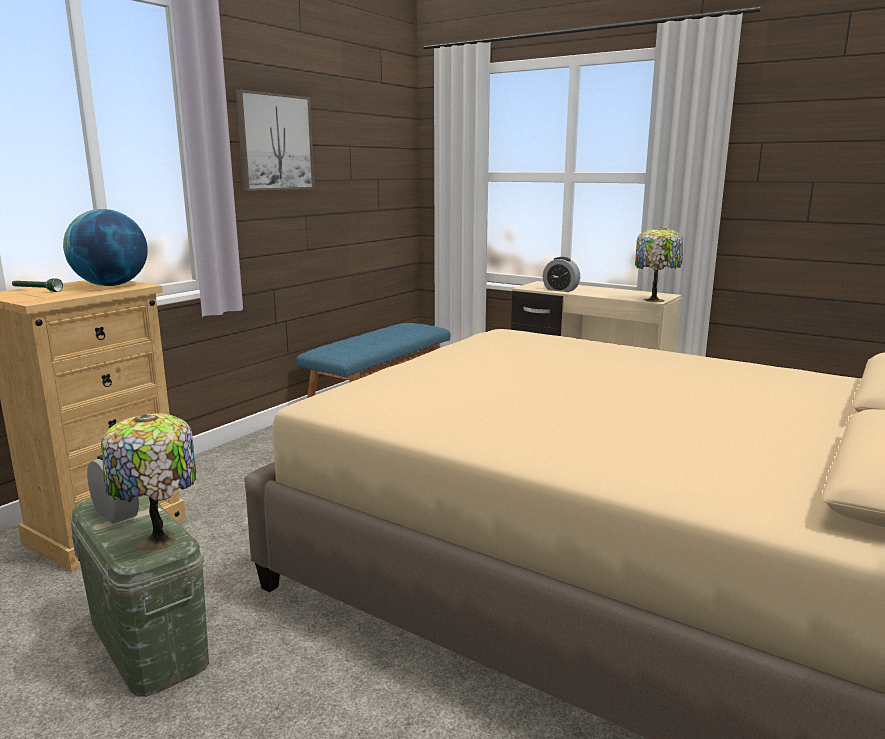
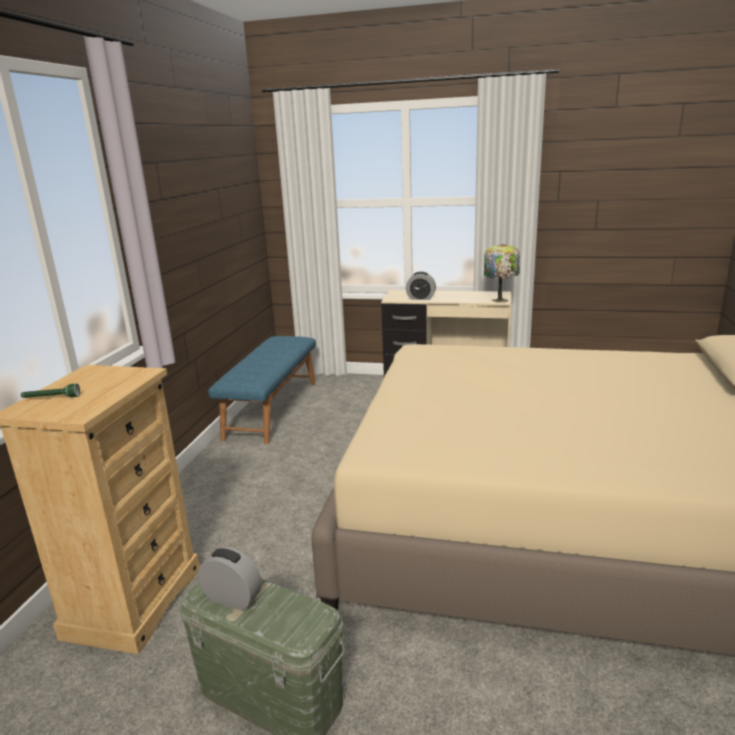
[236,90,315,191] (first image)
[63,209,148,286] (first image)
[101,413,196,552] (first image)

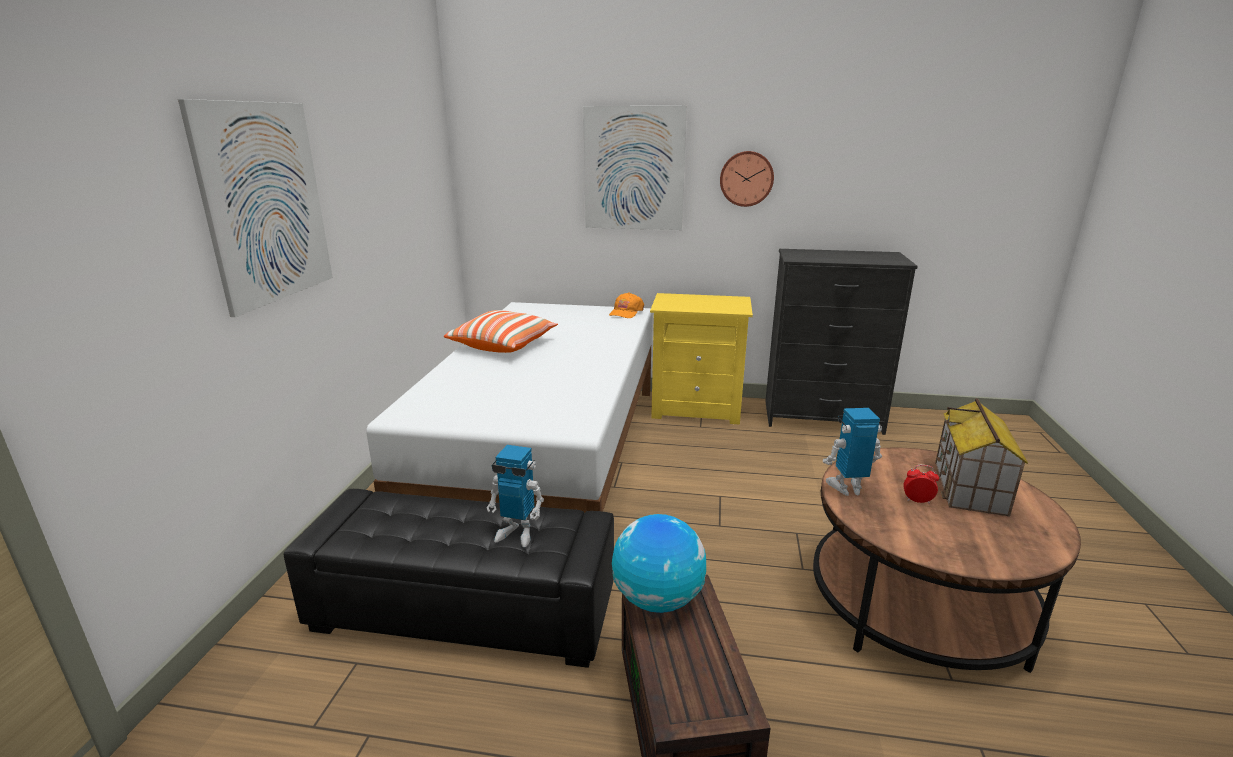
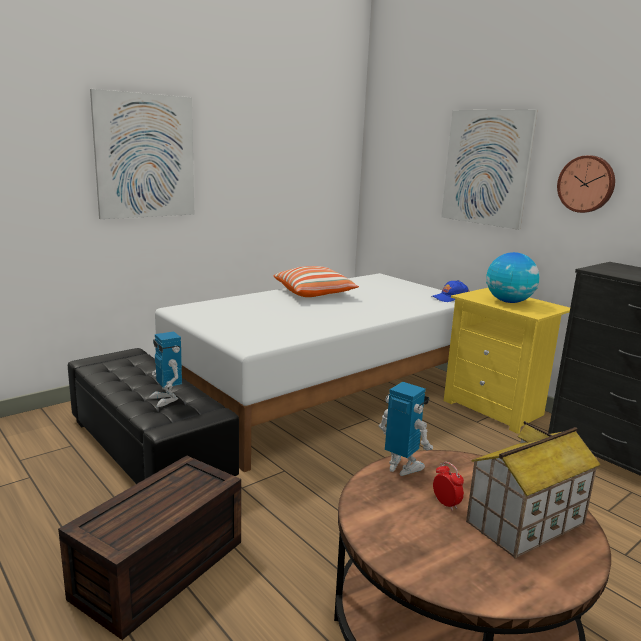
[431,280,469,302]
[486,252,540,303]

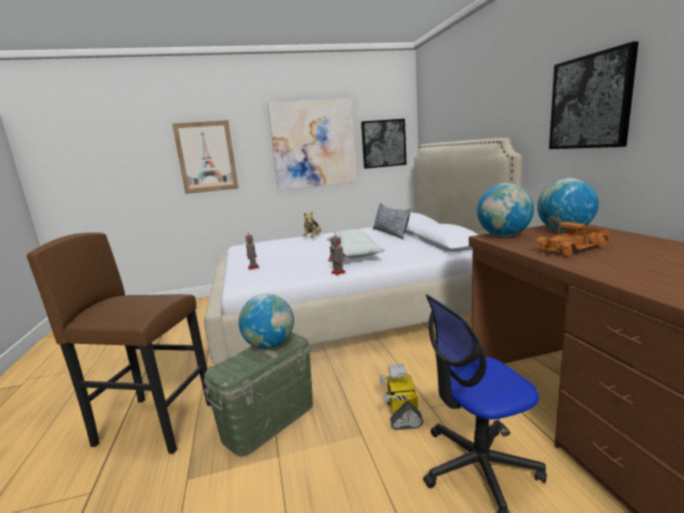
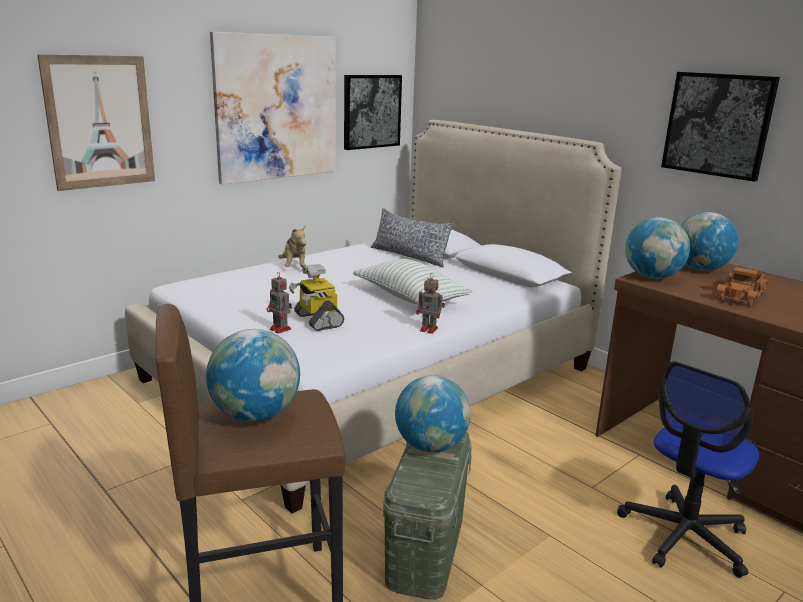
[289,264,344,331]
[206,329,300,422]

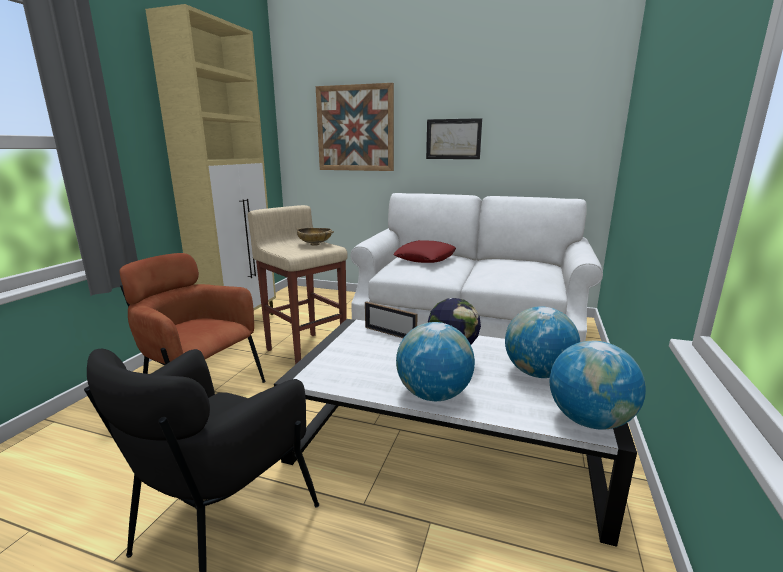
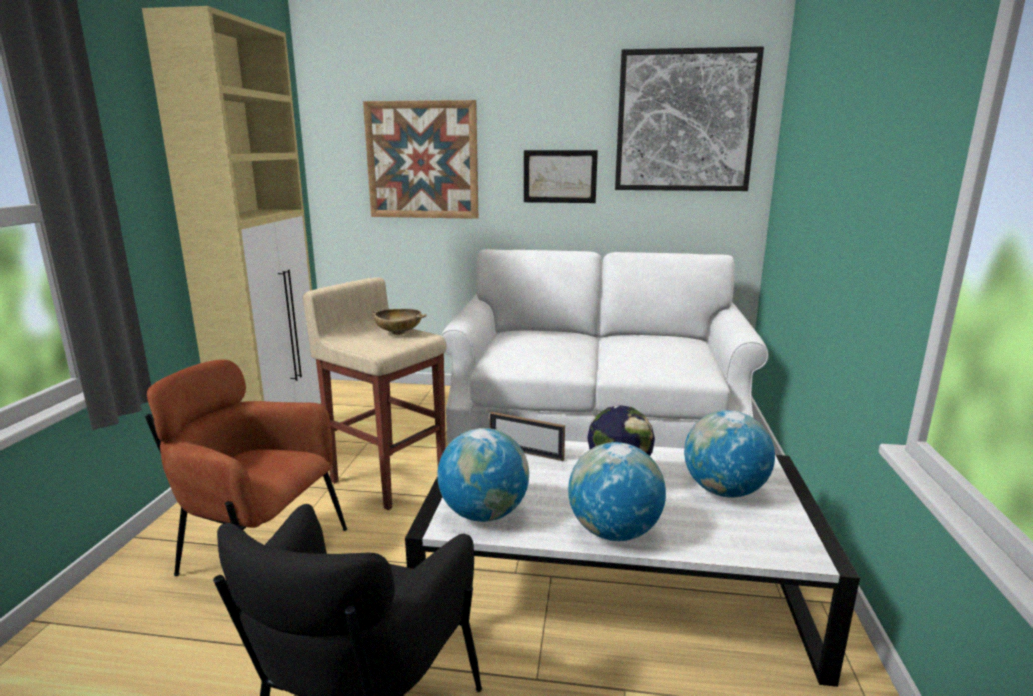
[393,240,456,263] (first image)
[437,428,529,522]
[615,46,764,191]

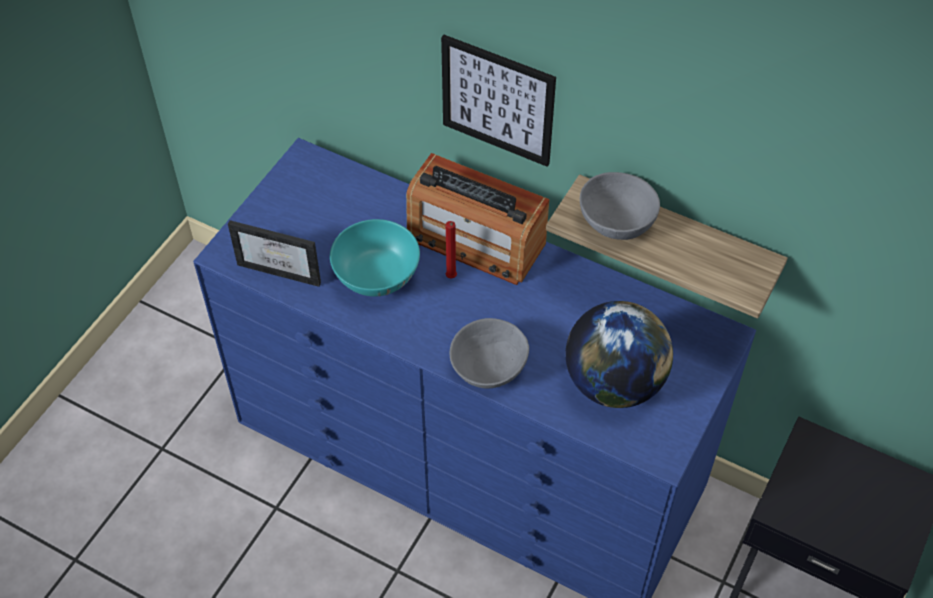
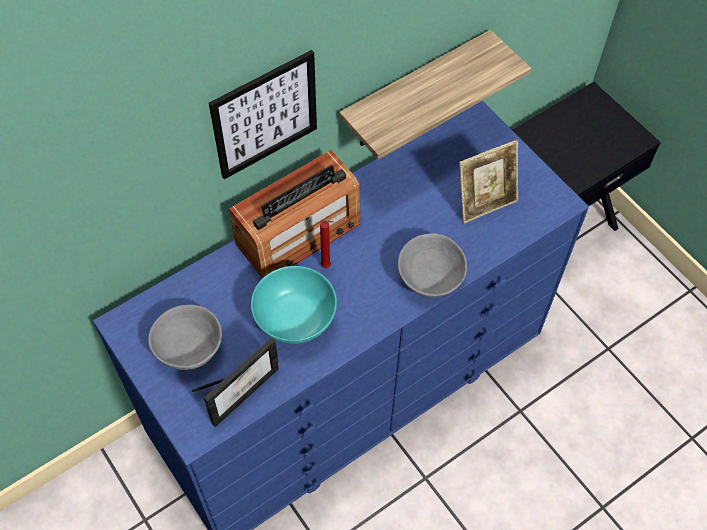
[148,305,222,370]
[459,140,518,224]

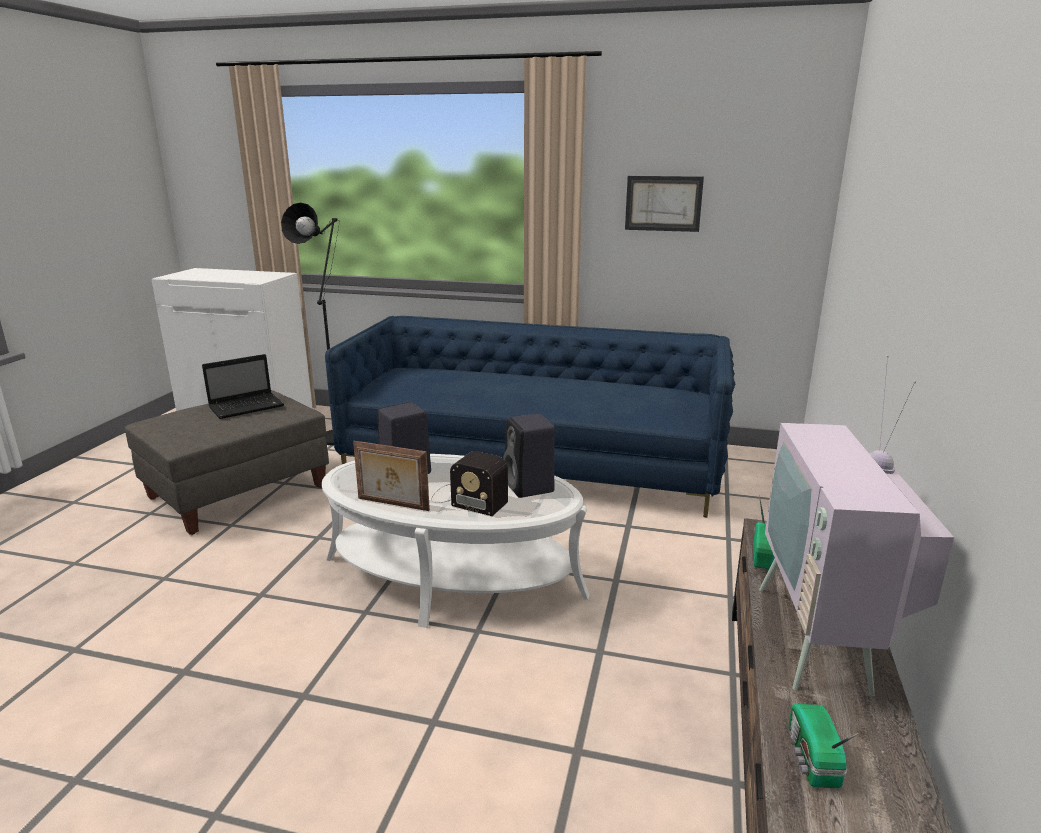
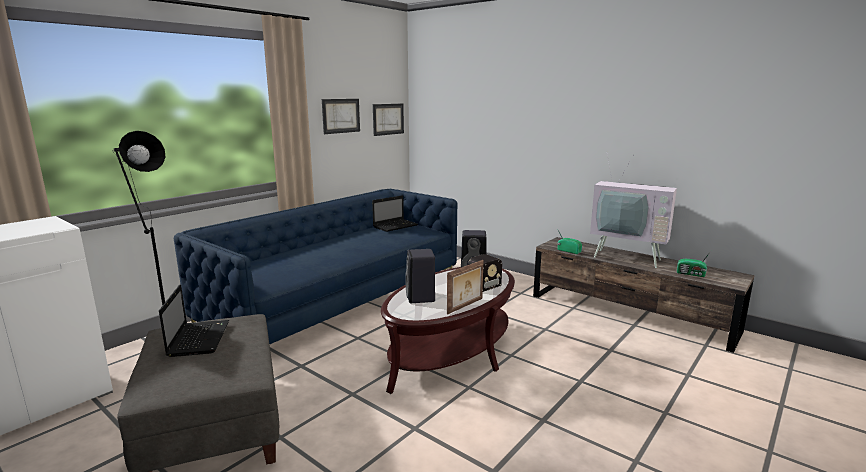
[381,267,515,394]
[373,103,404,136]
[372,195,418,232]

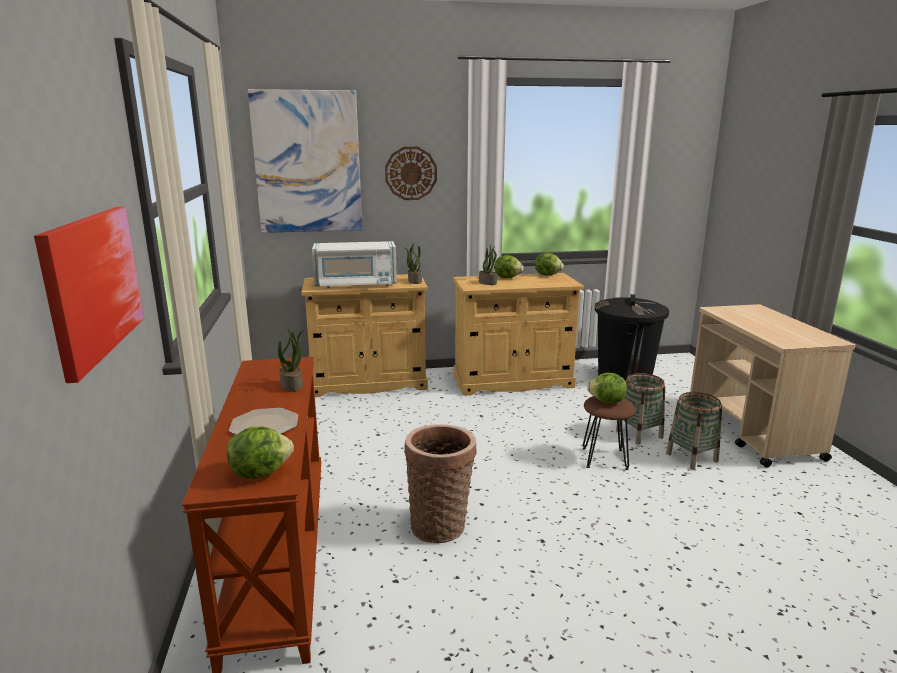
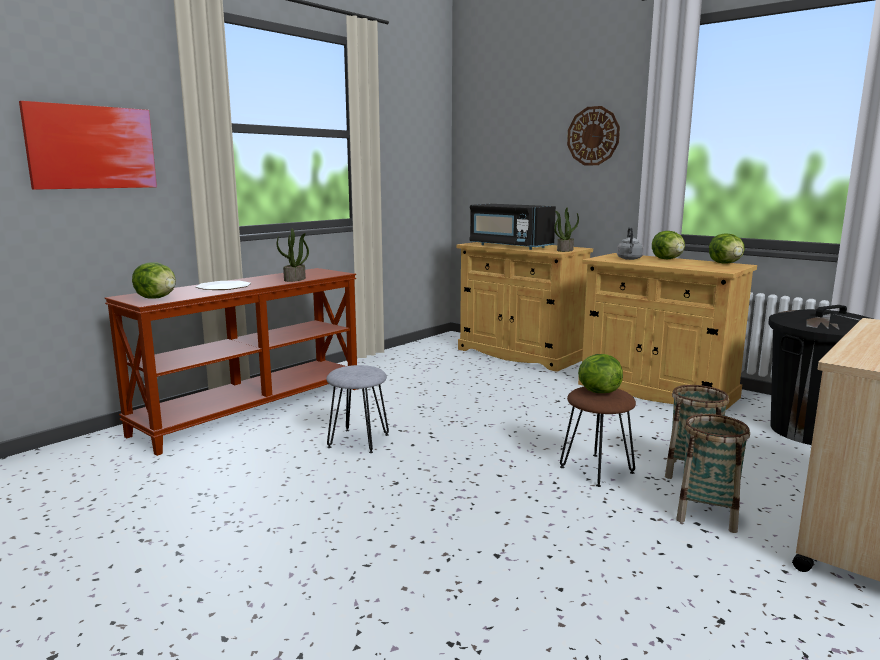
[248,89,362,233] (first image)
[469,204,556,250]
[617,227,644,260]
[326,365,389,453]

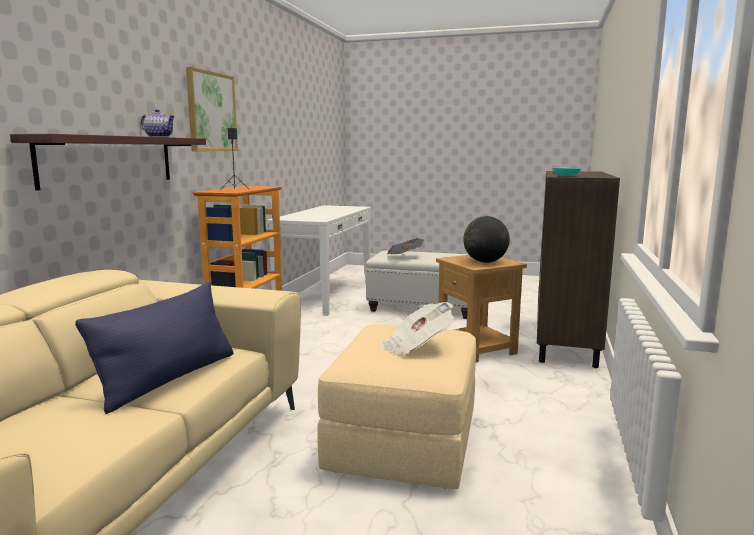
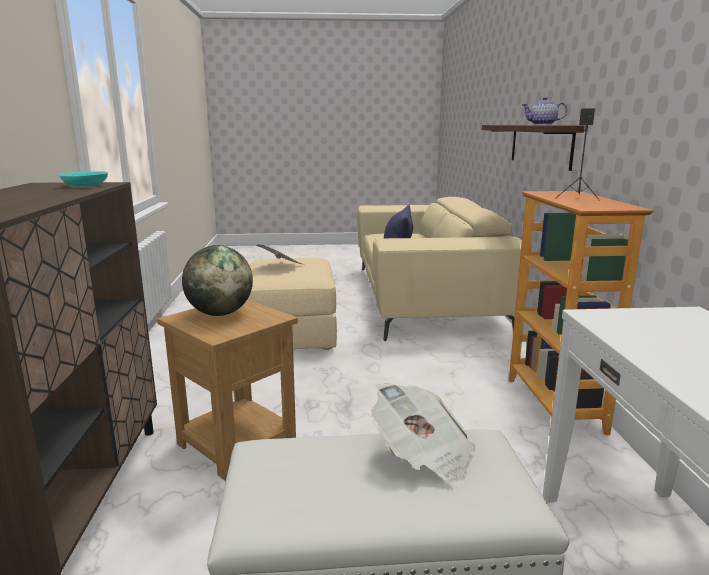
[186,67,238,151] (first image)

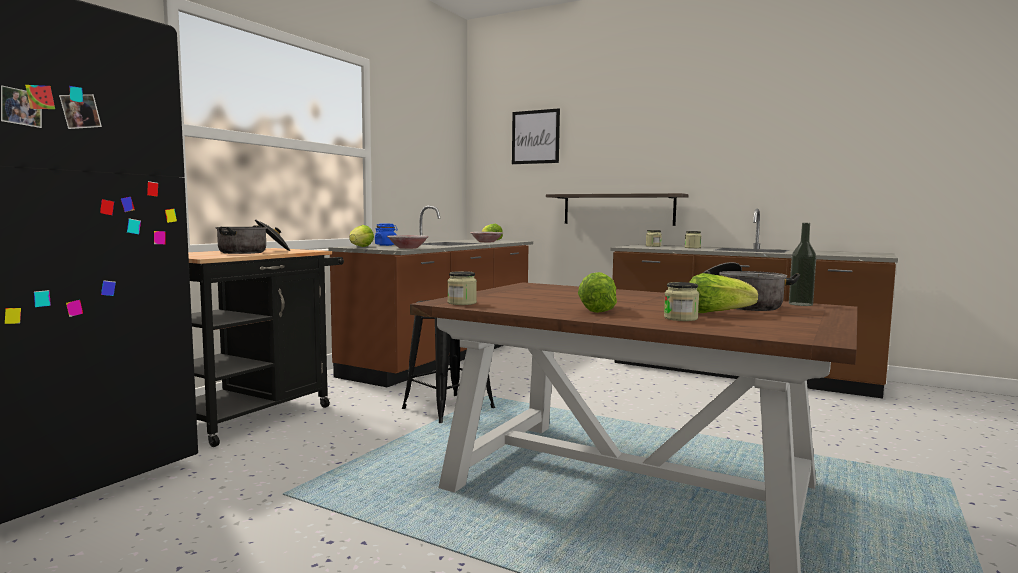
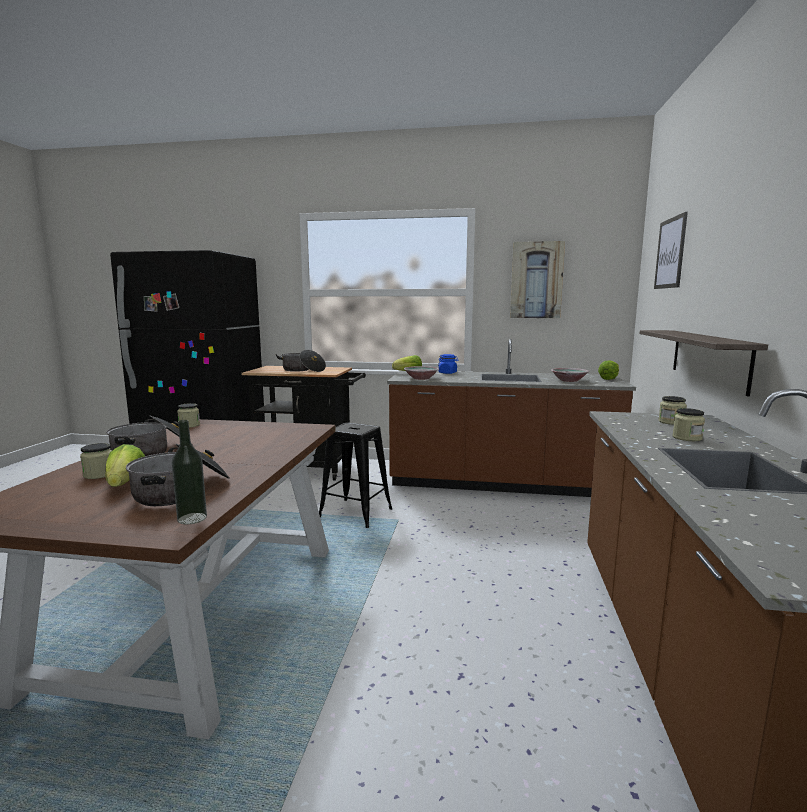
[106,416,193,456]
[510,241,565,318]

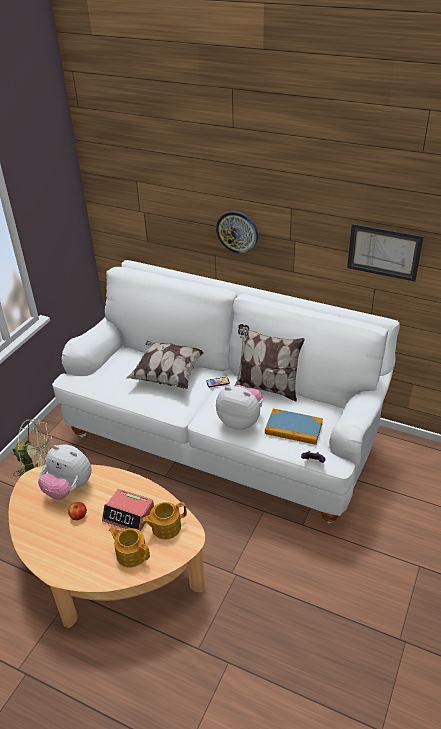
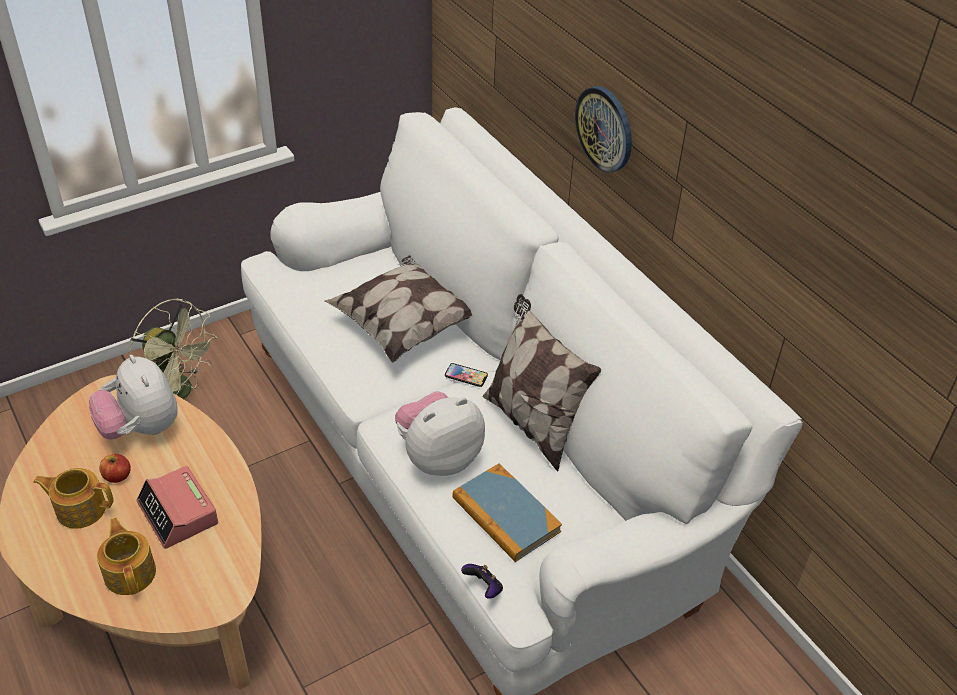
[347,223,424,282] (first image)
[395,391,485,476]
[33,468,113,529]

